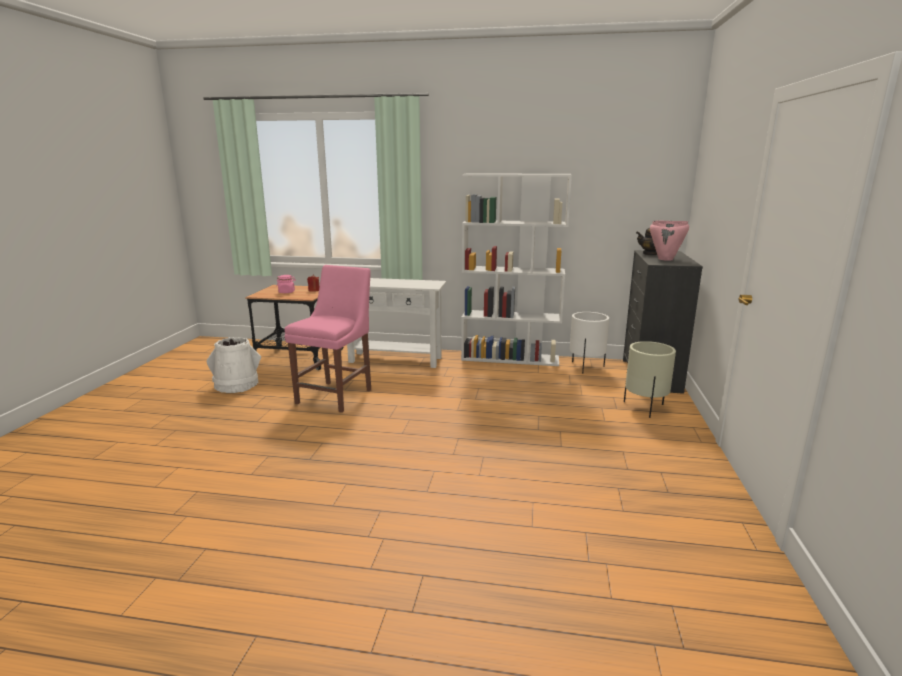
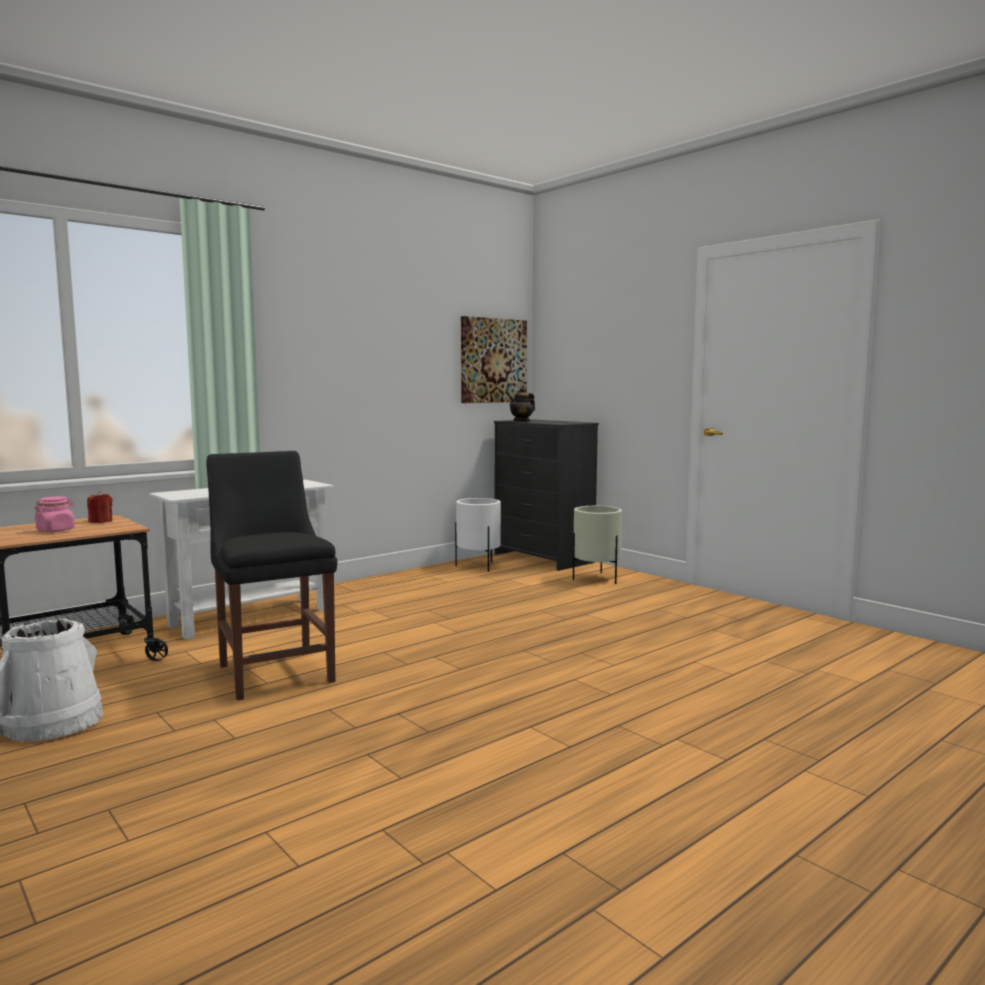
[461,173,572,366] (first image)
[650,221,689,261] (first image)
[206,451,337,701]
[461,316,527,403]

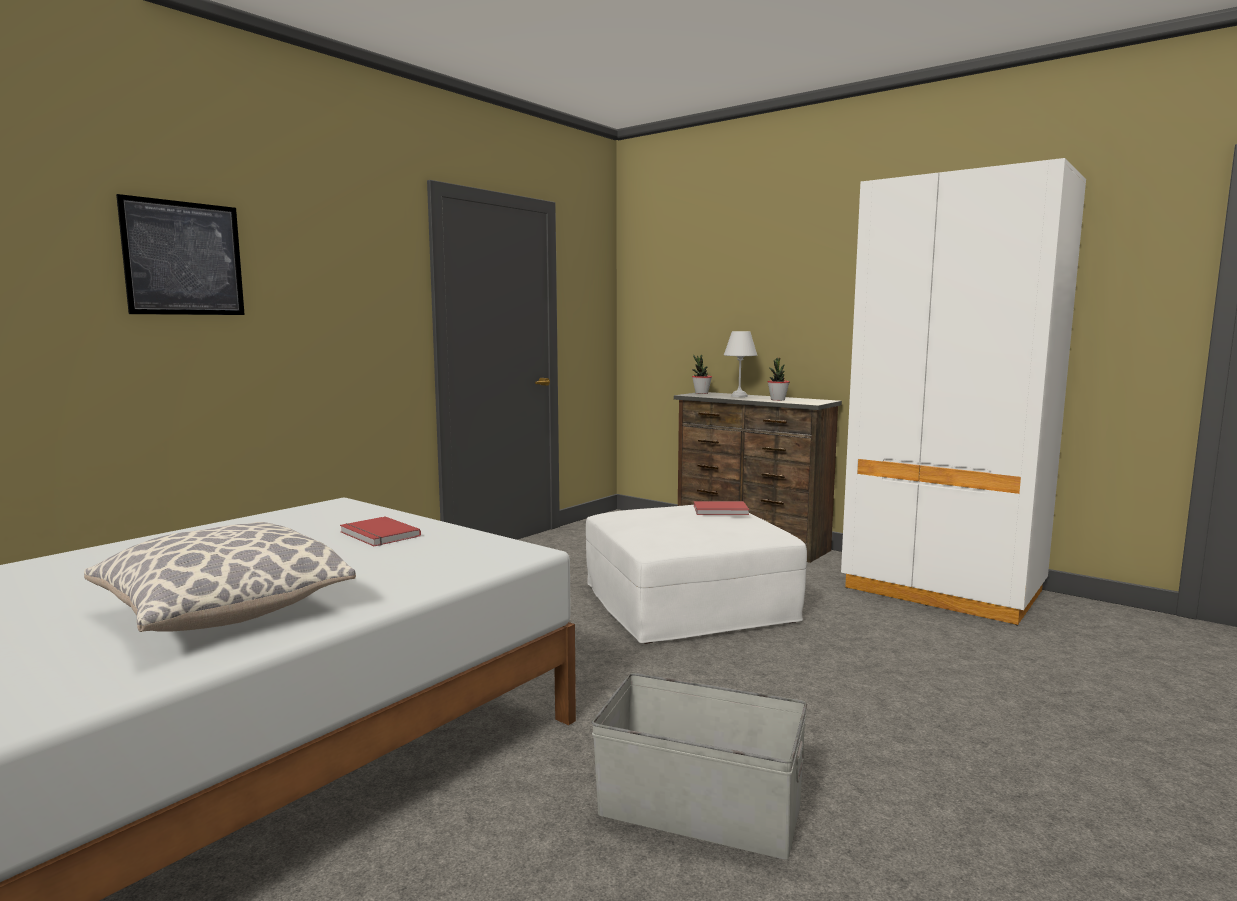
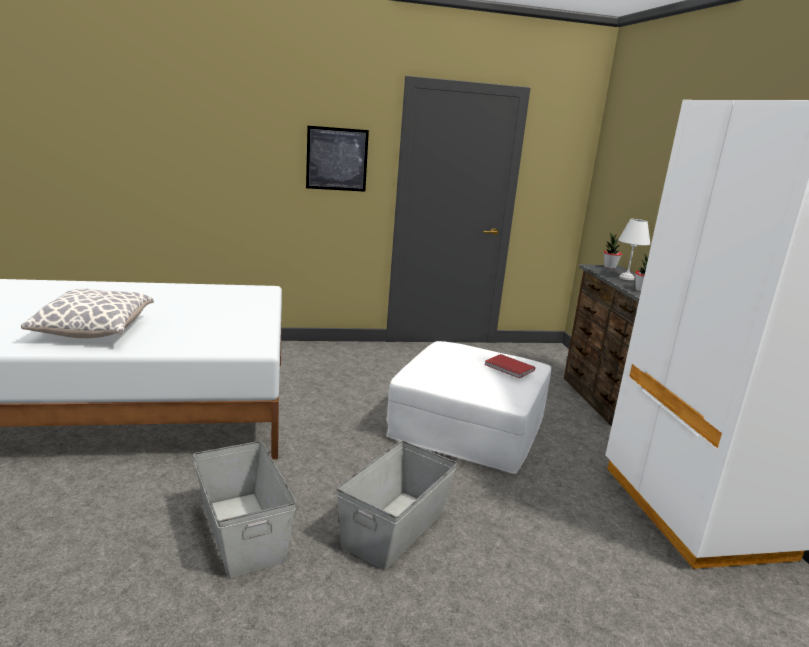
[306,126,369,192]
[340,516,421,546] (first image)
[337,441,457,571]

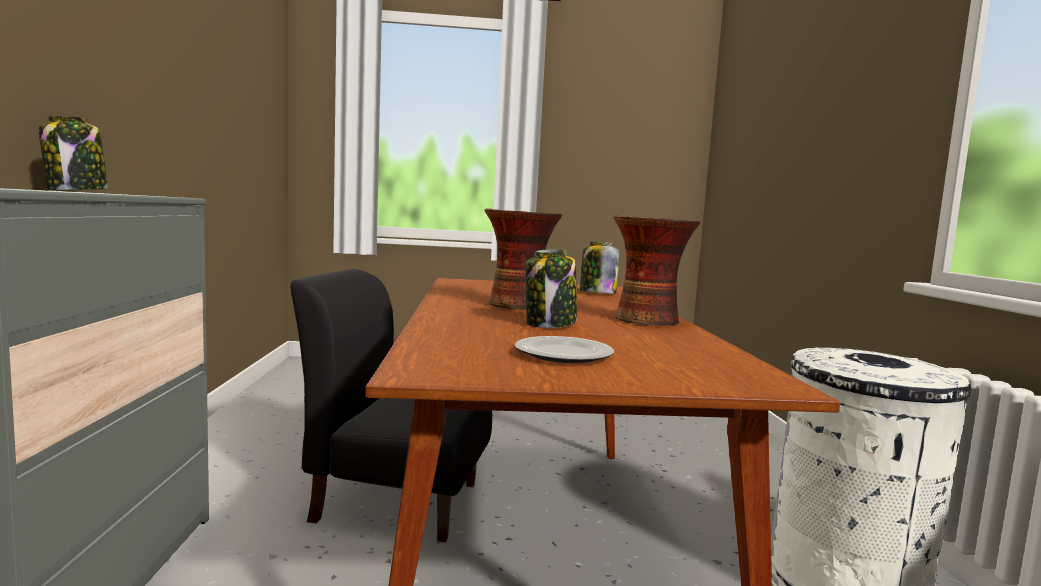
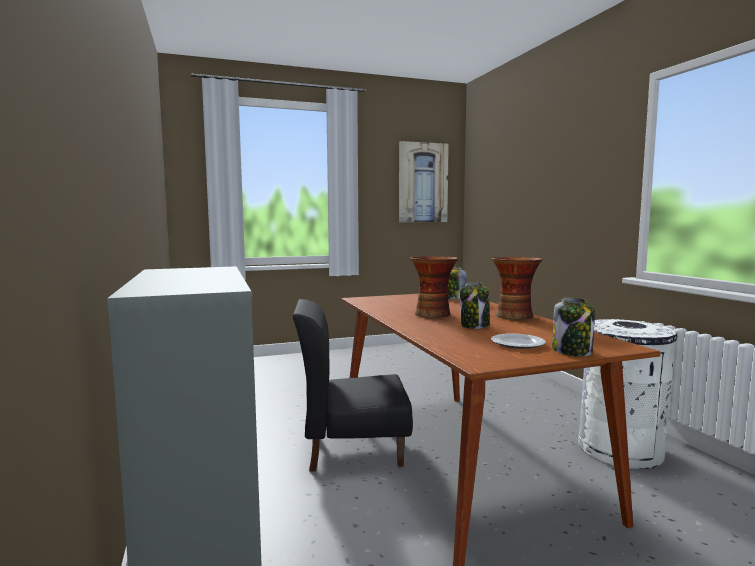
[552,297,595,357]
[399,141,449,222]

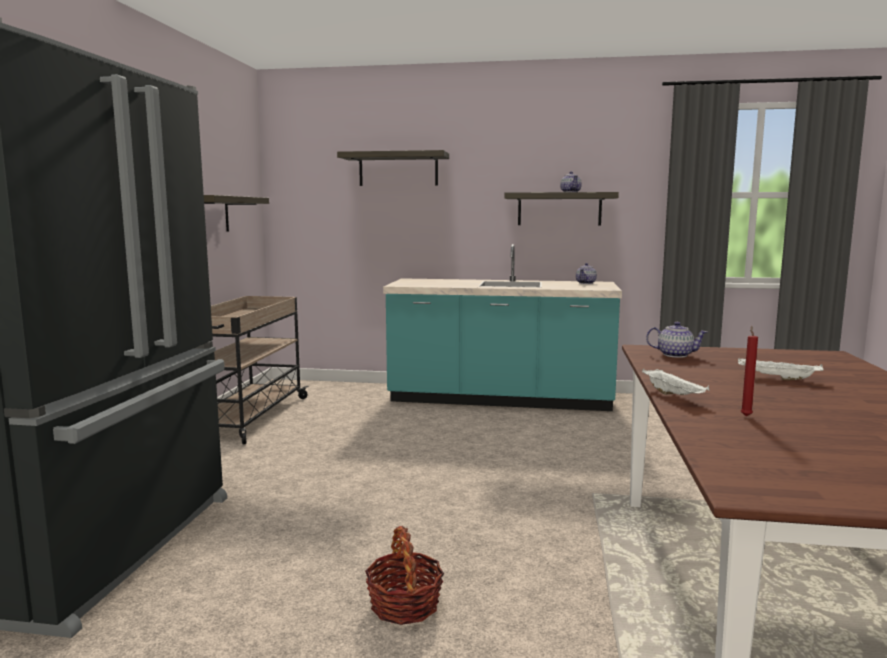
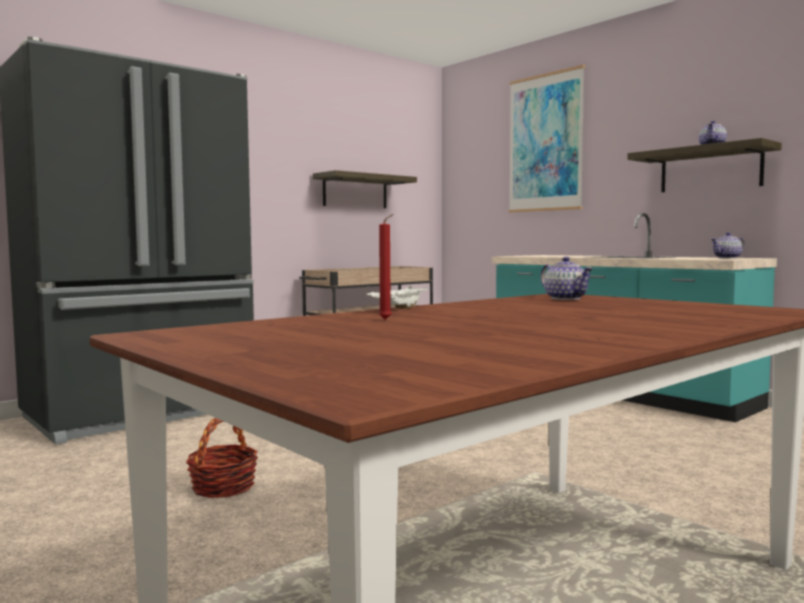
[508,65,585,213]
[738,358,824,380] (first image)

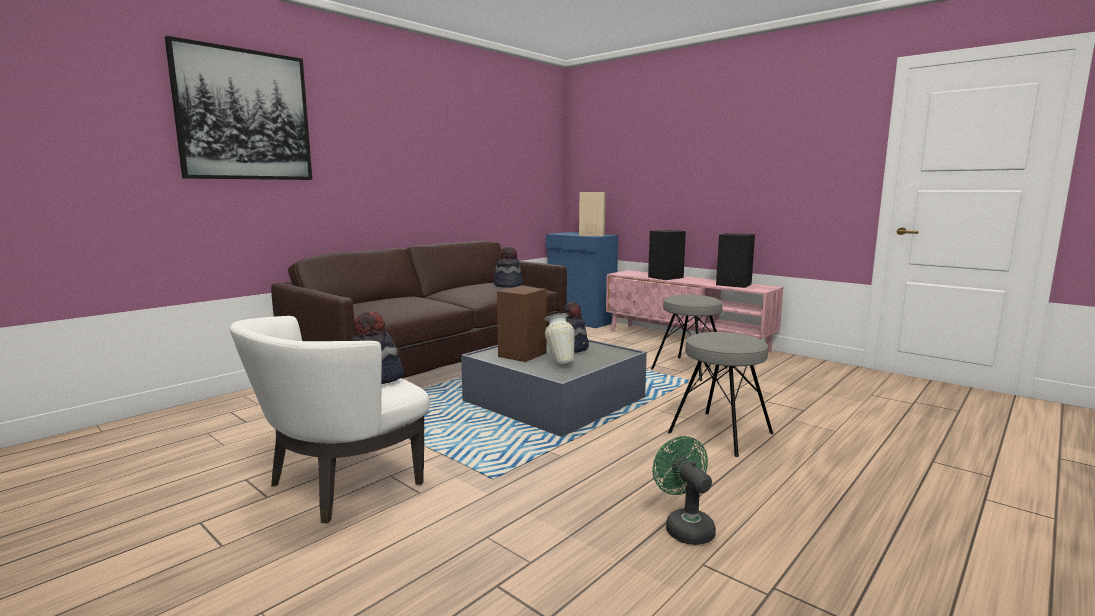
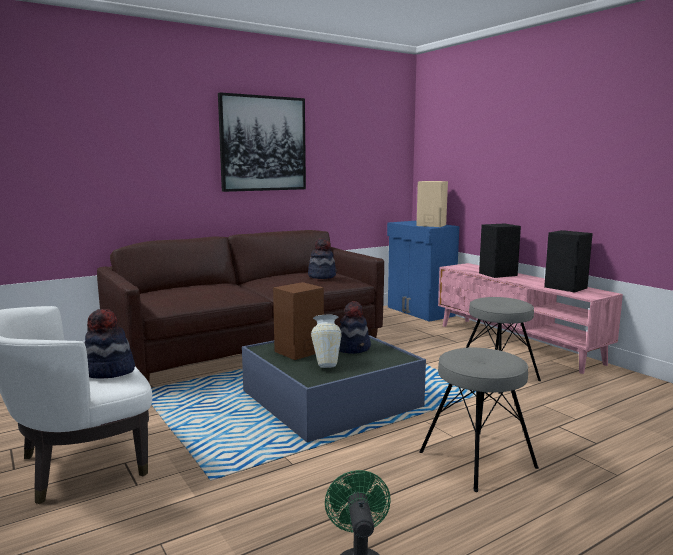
[218,92,306,192]

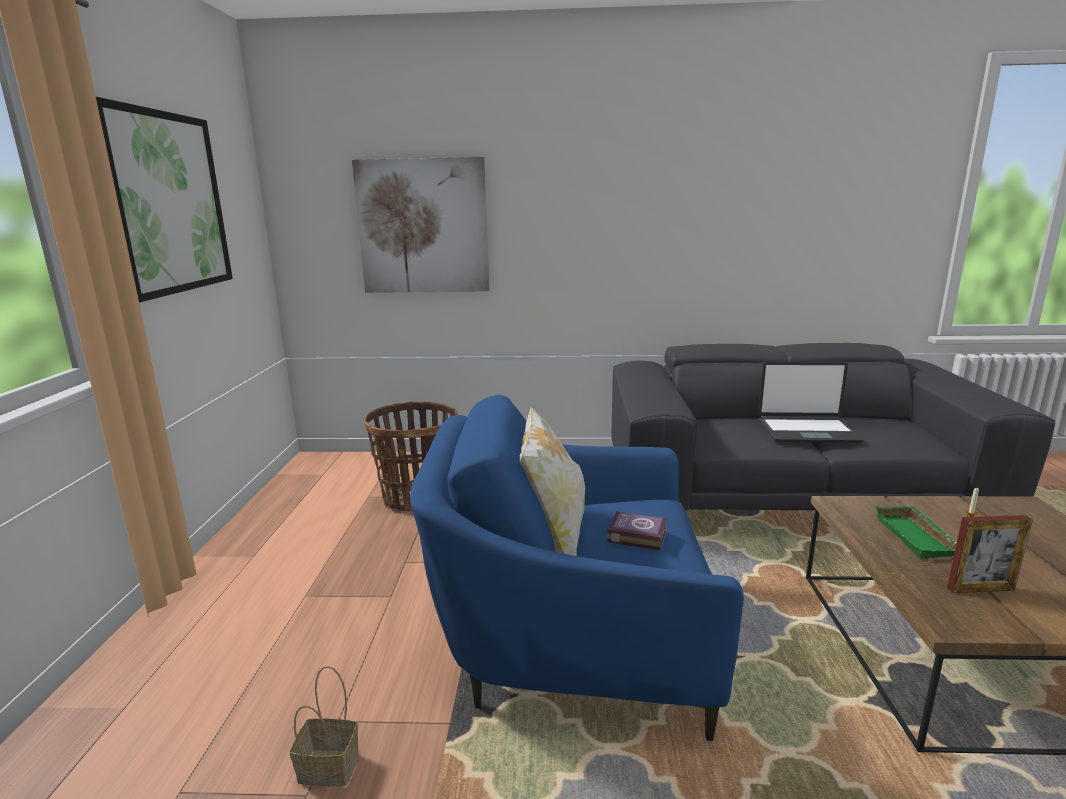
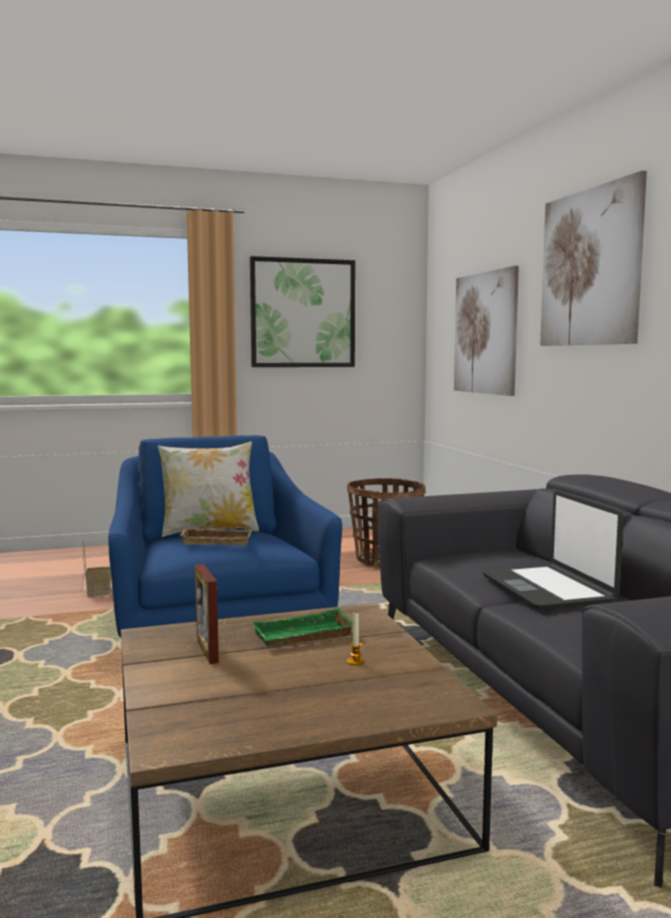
[180,528,253,545]
[540,170,647,346]

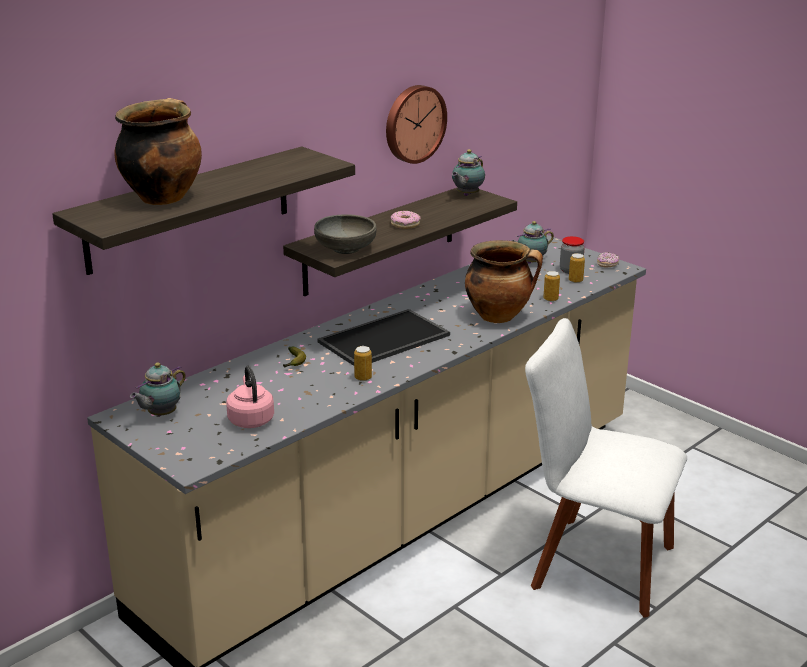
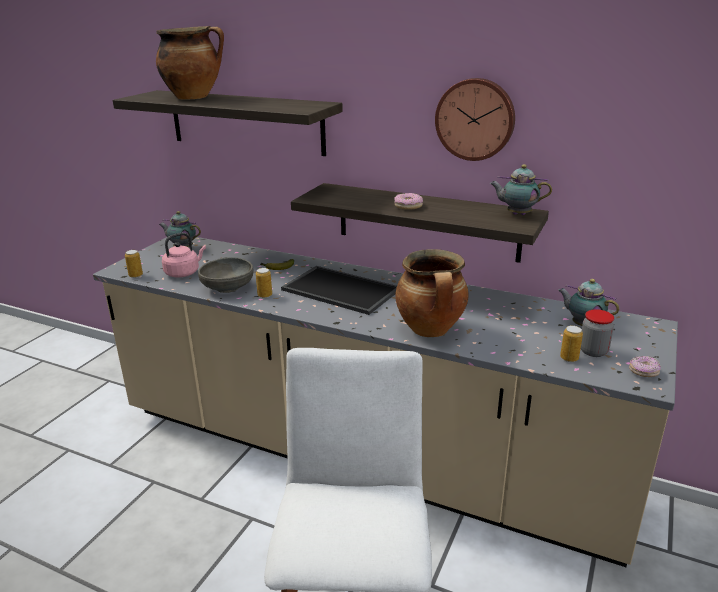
[198,257,254,293]
[125,250,143,278]

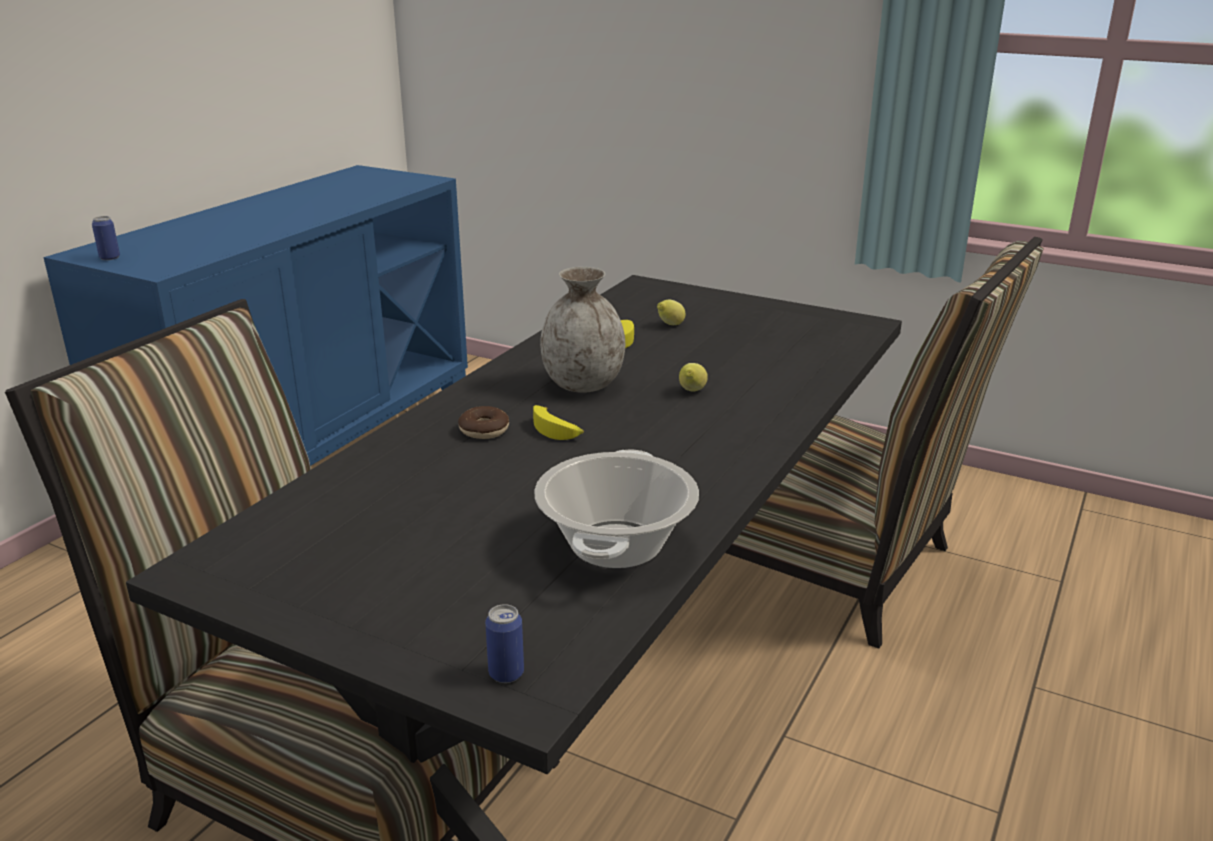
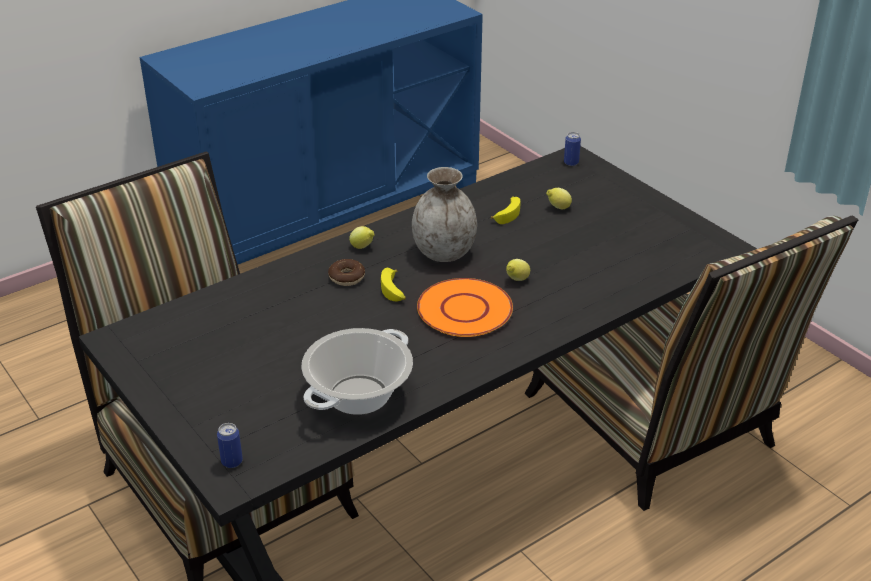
[564,132,581,166]
[349,226,374,249]
[417,278,513,337]

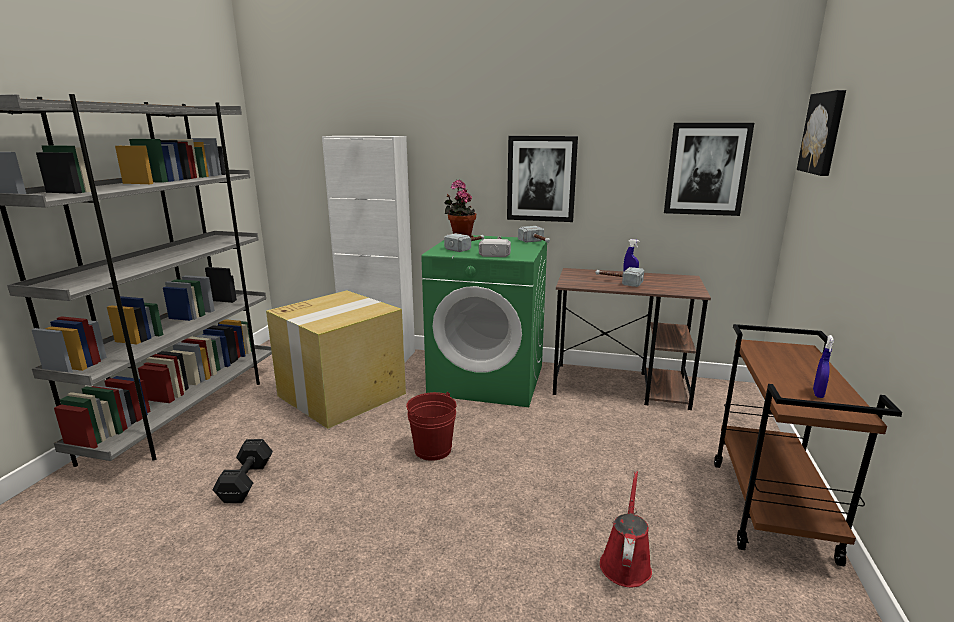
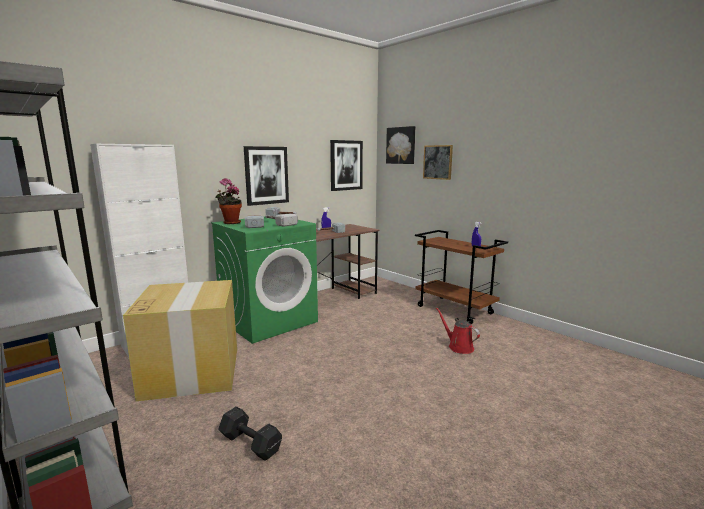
[406,392,456,461] (first image)
[423,145,453,180]

